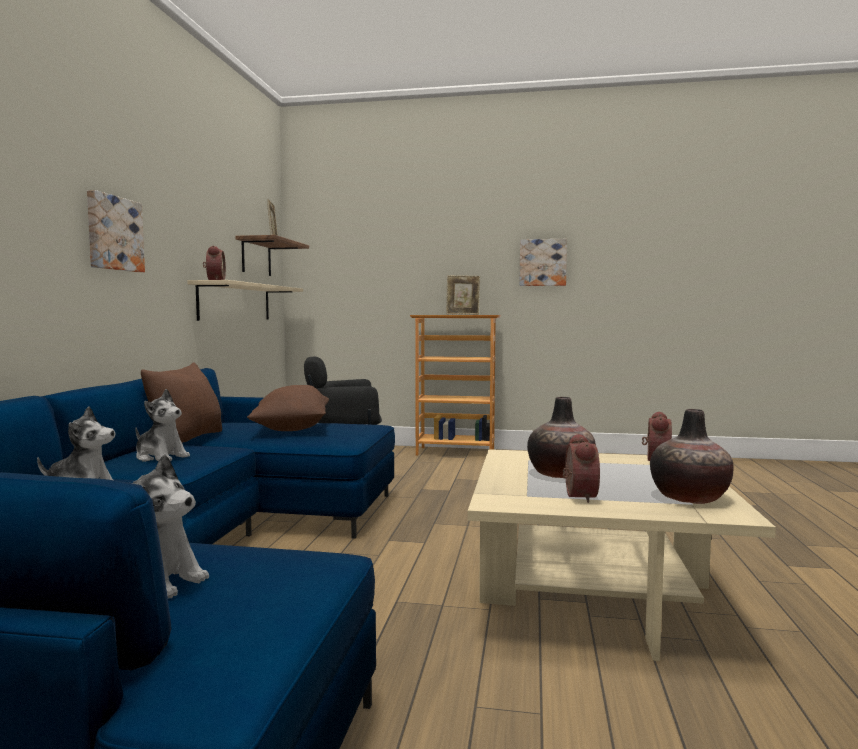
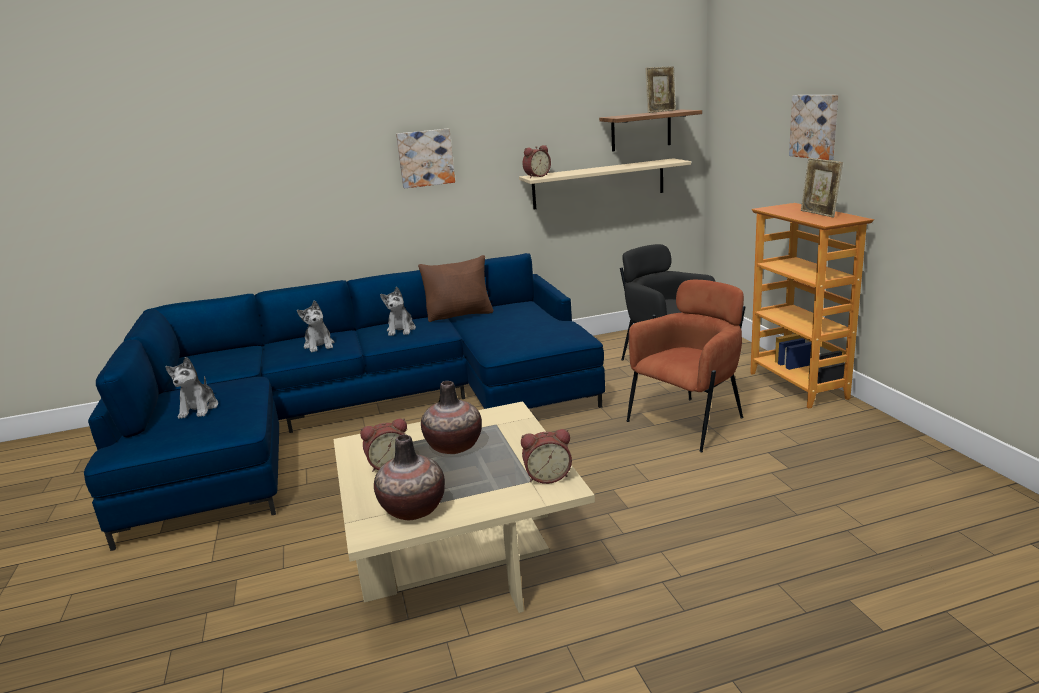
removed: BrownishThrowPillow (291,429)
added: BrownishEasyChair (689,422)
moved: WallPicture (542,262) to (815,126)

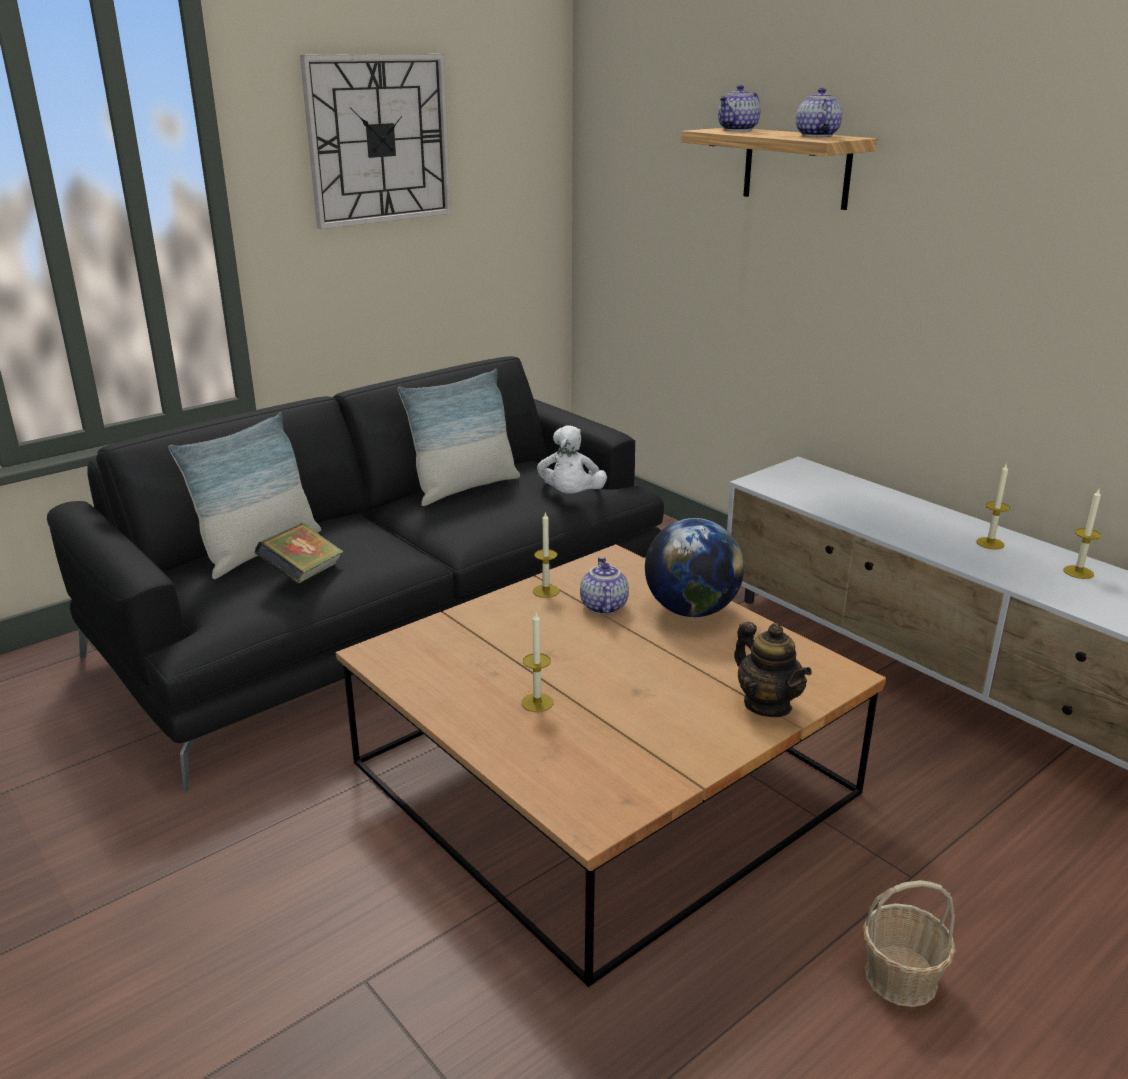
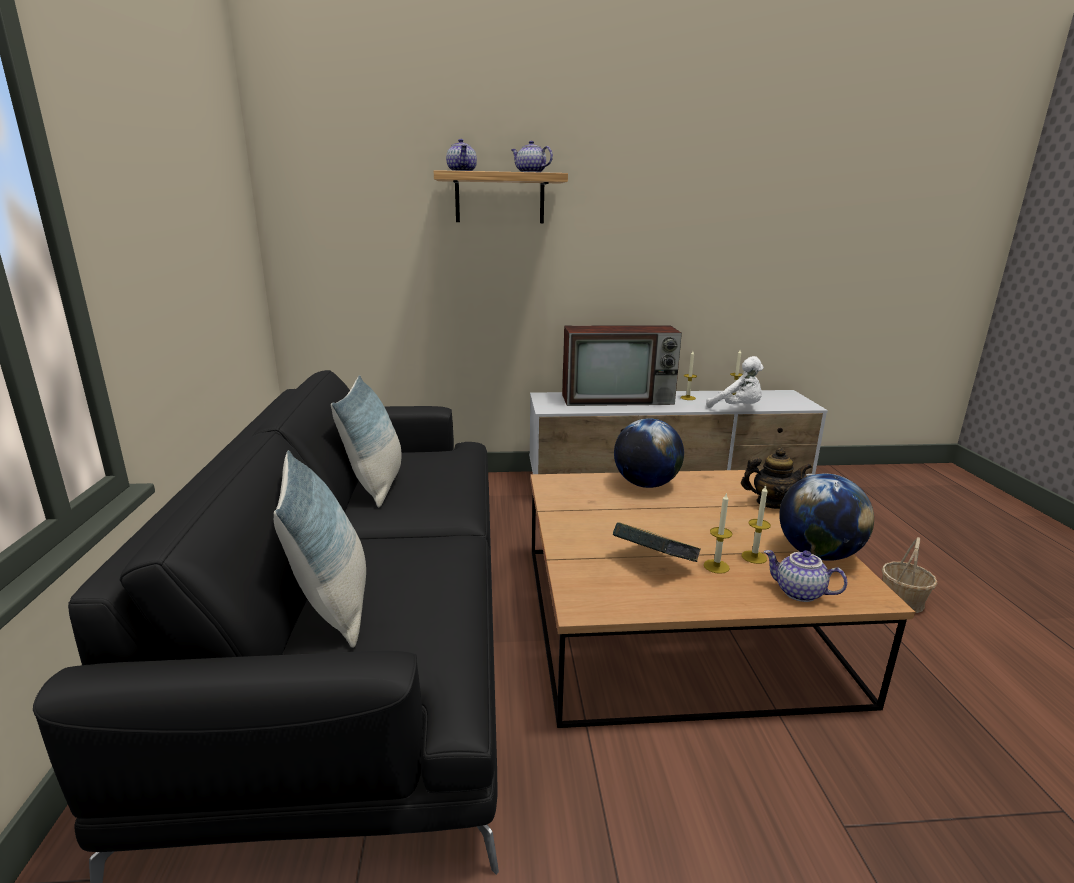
removed: HangingClock (379,140)
added: Tv (619,399); DeskGlobe (817,554)
moved: Book (303,575) to (654,563); WhitePlushToy (571,496) to (737,408); Candle (546,591) to (754,557); TeaPot (602,606) to (798,593)

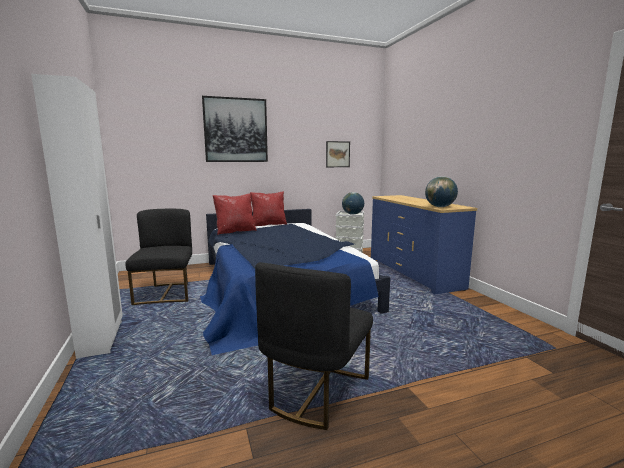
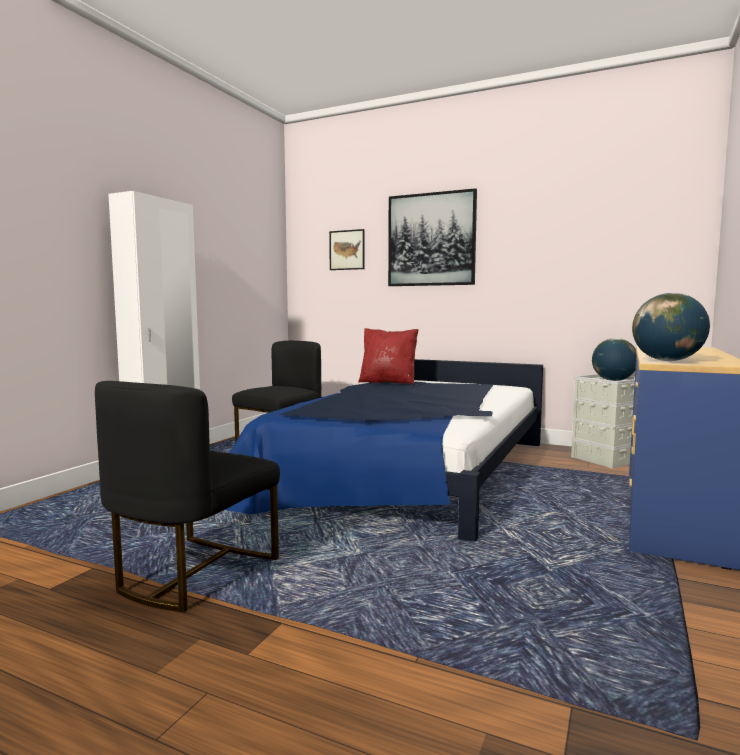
removed: RedColouredThrowPillow (268,224)
moved: WallPicture (337,154) to (347,250)
turned: BlackChair (315,392) = (193,573) 45 degrees counterclockwise

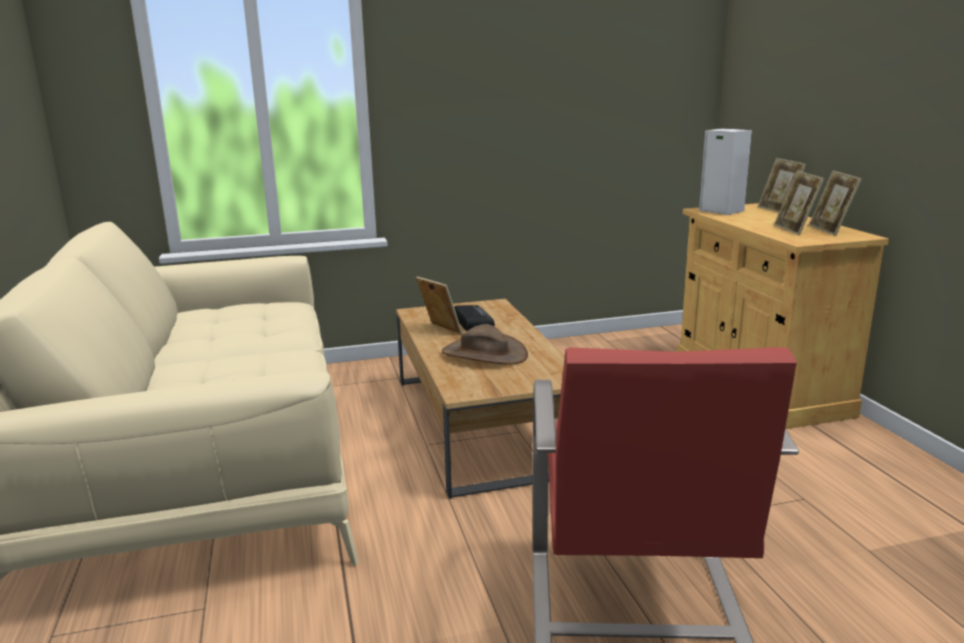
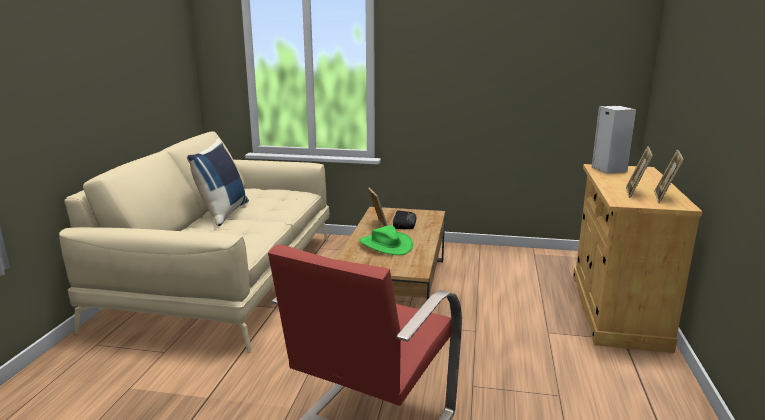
removed: PictureFrame (778,210)
added: BluishThrowPillow (222,213)
recoloured: BrownishWearableHat (484,354) to GreenWearableHat (385,245)

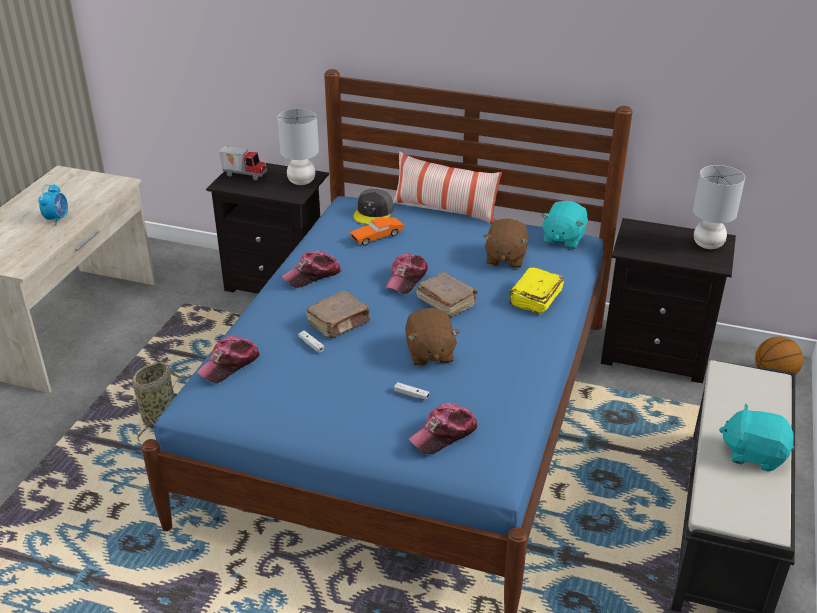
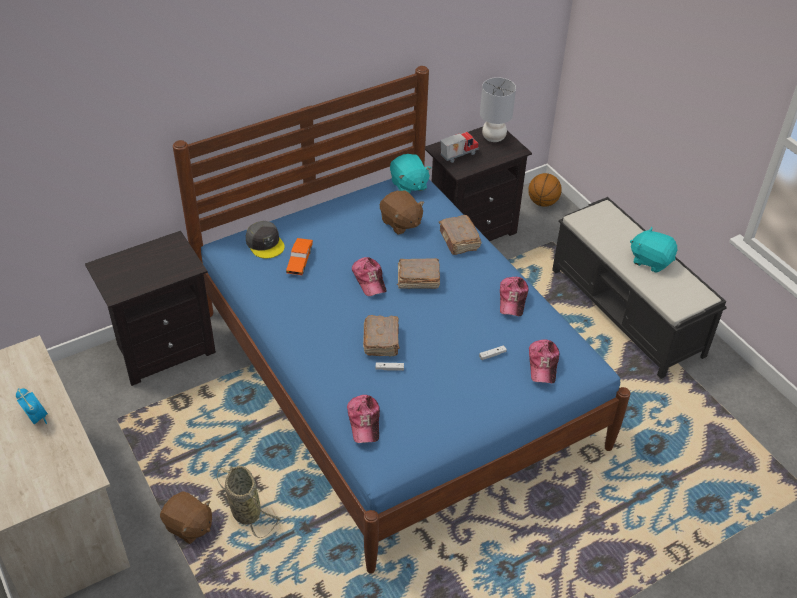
removed: GreyLampForATable (302,181); ThrowPillow (445,210)
moved: BrownishPlushToy (429,353) to (188,526); ModelTruck (244,174) to (458,155); BaseballCap (312,275) to (512,299)
recoloured: YellowBook (535,299) to BrownishBook (459,241)
turned: TurquoiseColouredPlushToy (753,454) = (651,260) 60 degrees clockwise

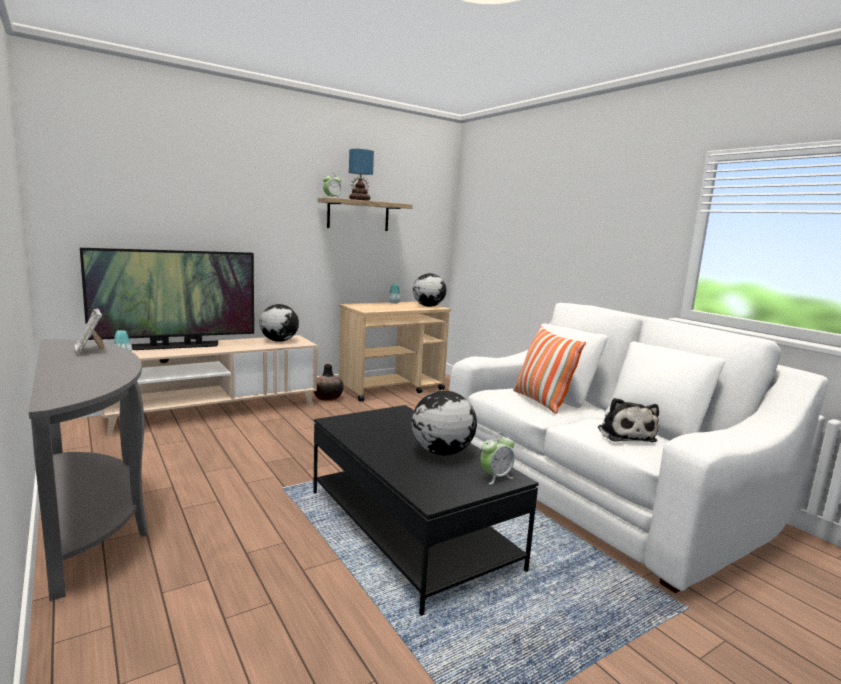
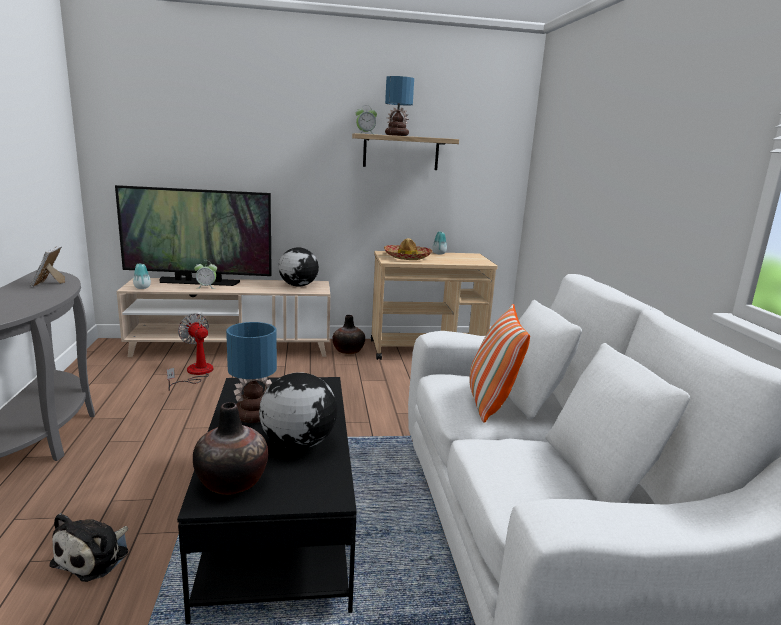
removed: DeskGlobe (428,306)
added: CoolingFan (195,373); DecorativeVase (232,482); LampForATable (252,415); WearableHat (407,257)
moved: PlushToy (625,434) to (95,556); AlarmClock (495,477) to (206,287)

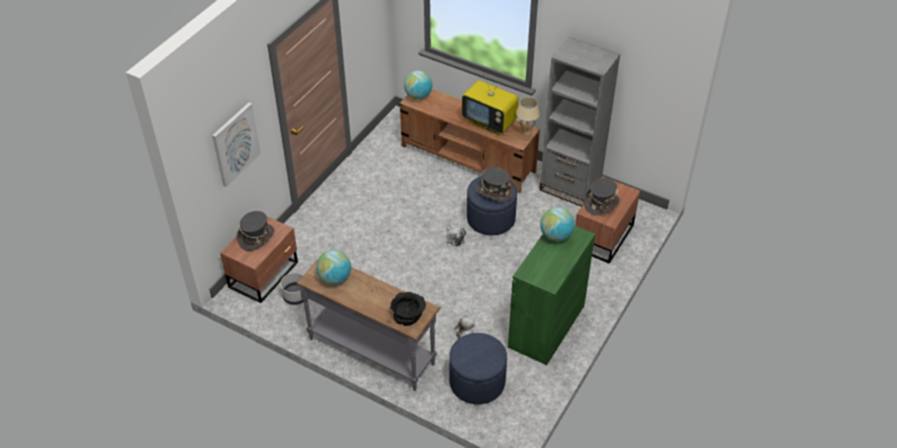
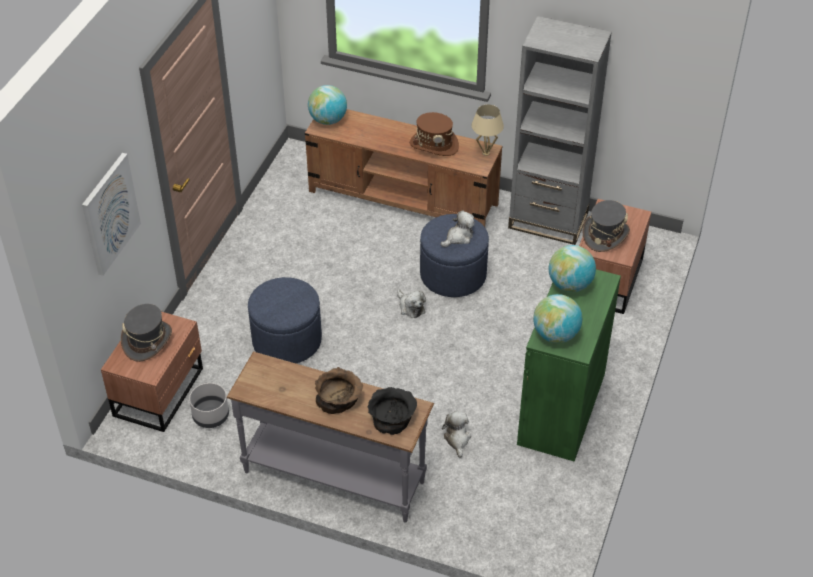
added: BrownishServingBowl (339,398)
moved: BluishPouffe (477,382) to (287,340); DeskGlobe (335,278) to (556,334)
replaced: Tv (490,122) to BrownishWearableHat (434,145); GreyWearableHat (494,192) to PlushToy (458,237)

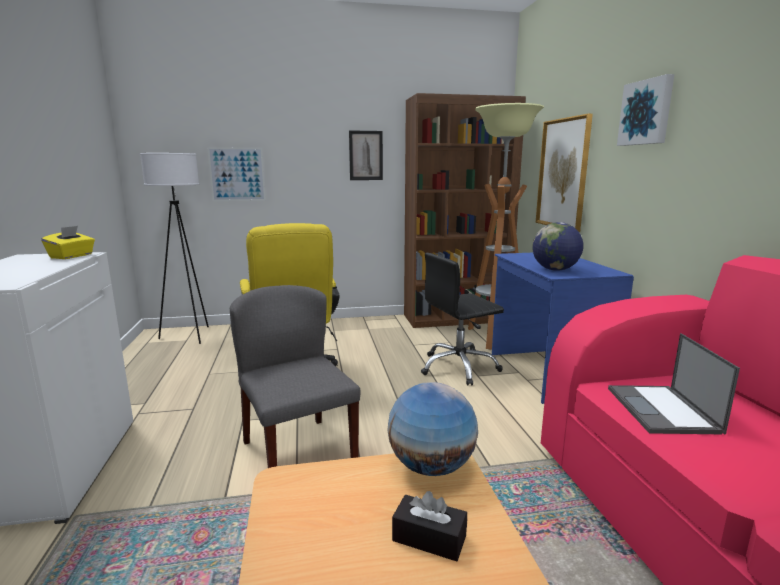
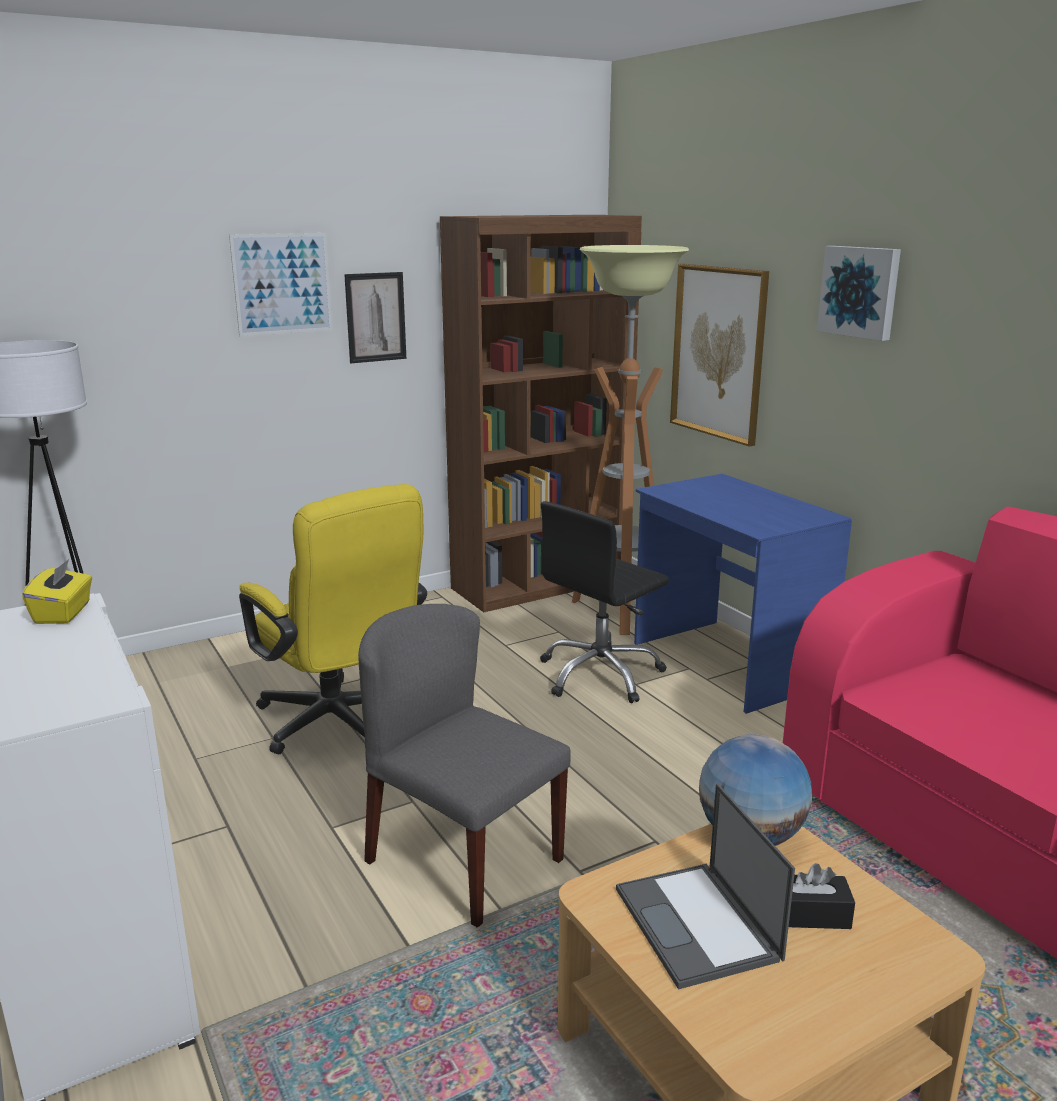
removed: DeskGlobe (555,270)
moved: WallPicture (237,174) to (282,284); Laptop (663,410) to (698,925)

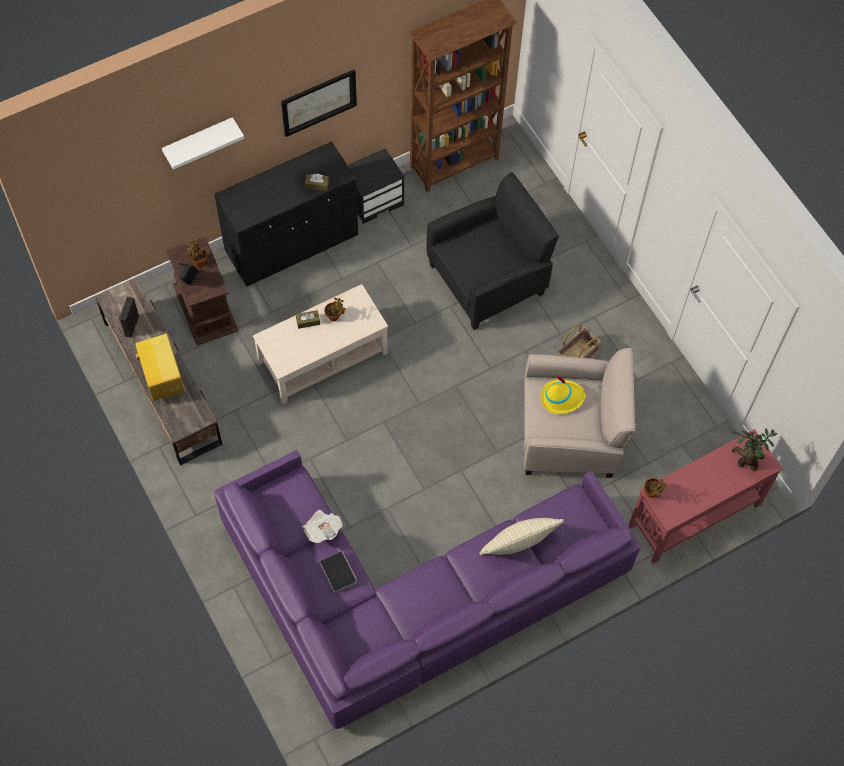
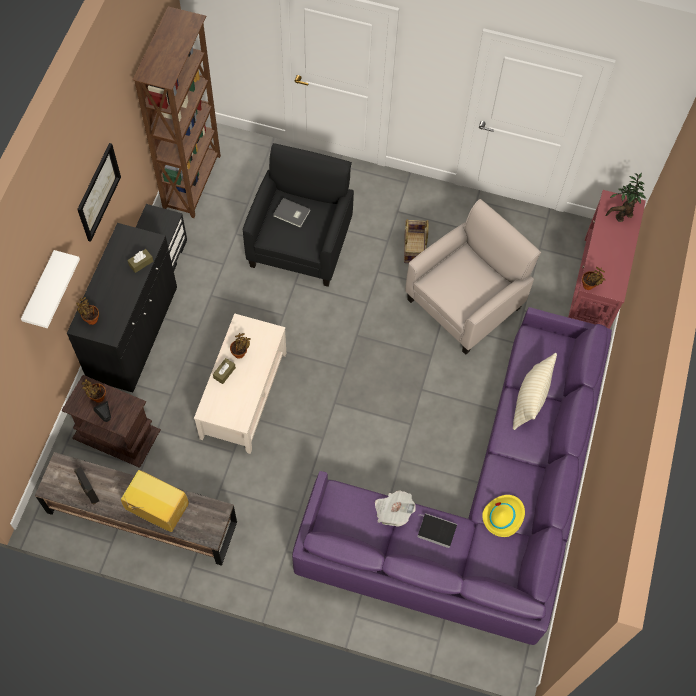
added: PlantInAPot (91,319); GreyBook (292,214)
moved: YellowWearableHat (562,398) to (503,516)

